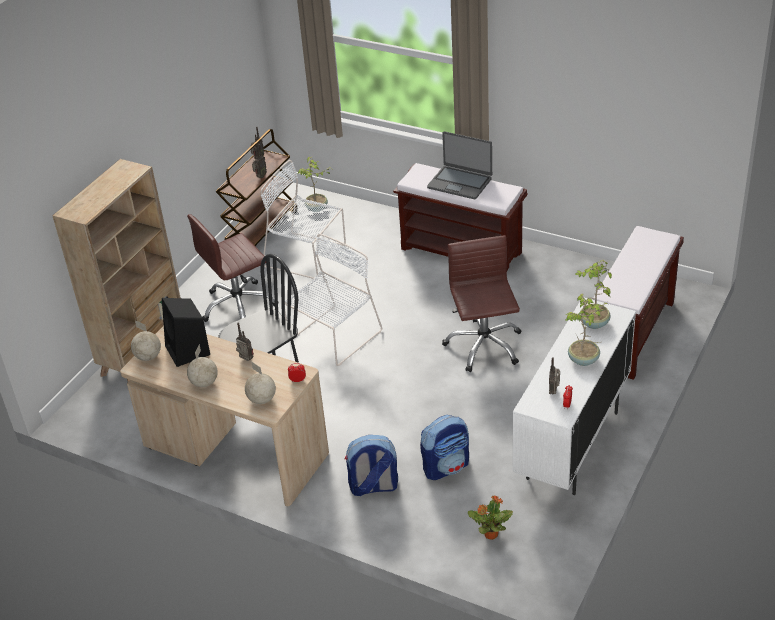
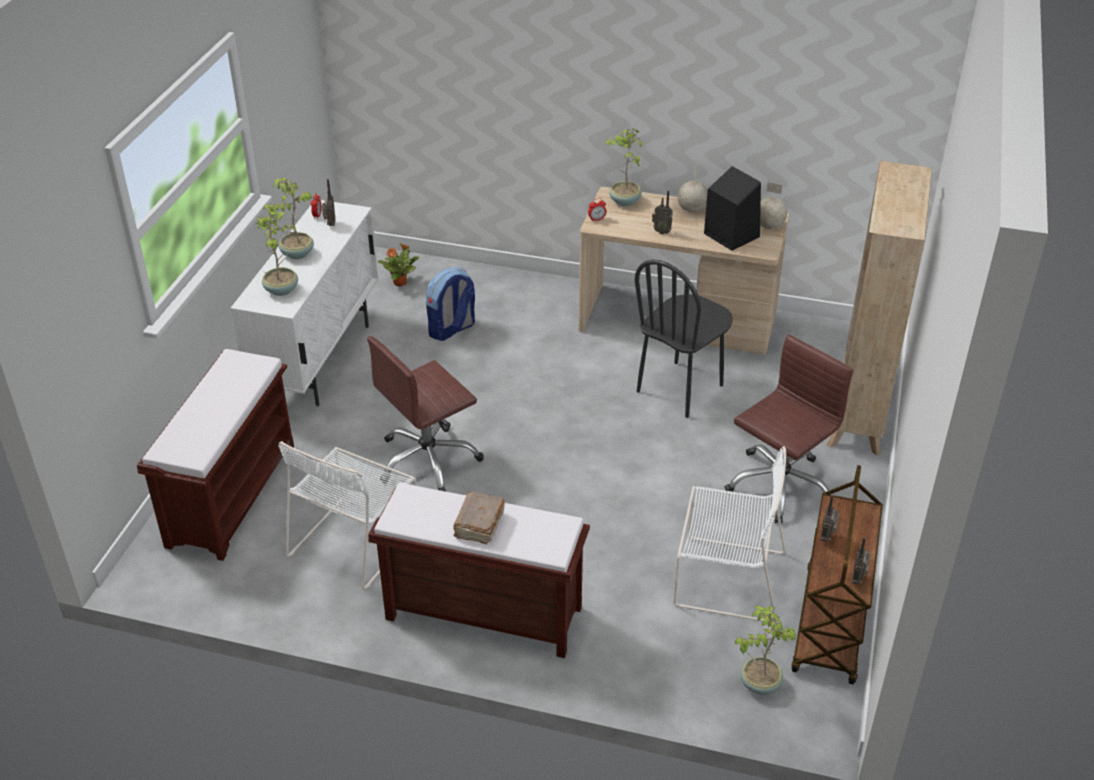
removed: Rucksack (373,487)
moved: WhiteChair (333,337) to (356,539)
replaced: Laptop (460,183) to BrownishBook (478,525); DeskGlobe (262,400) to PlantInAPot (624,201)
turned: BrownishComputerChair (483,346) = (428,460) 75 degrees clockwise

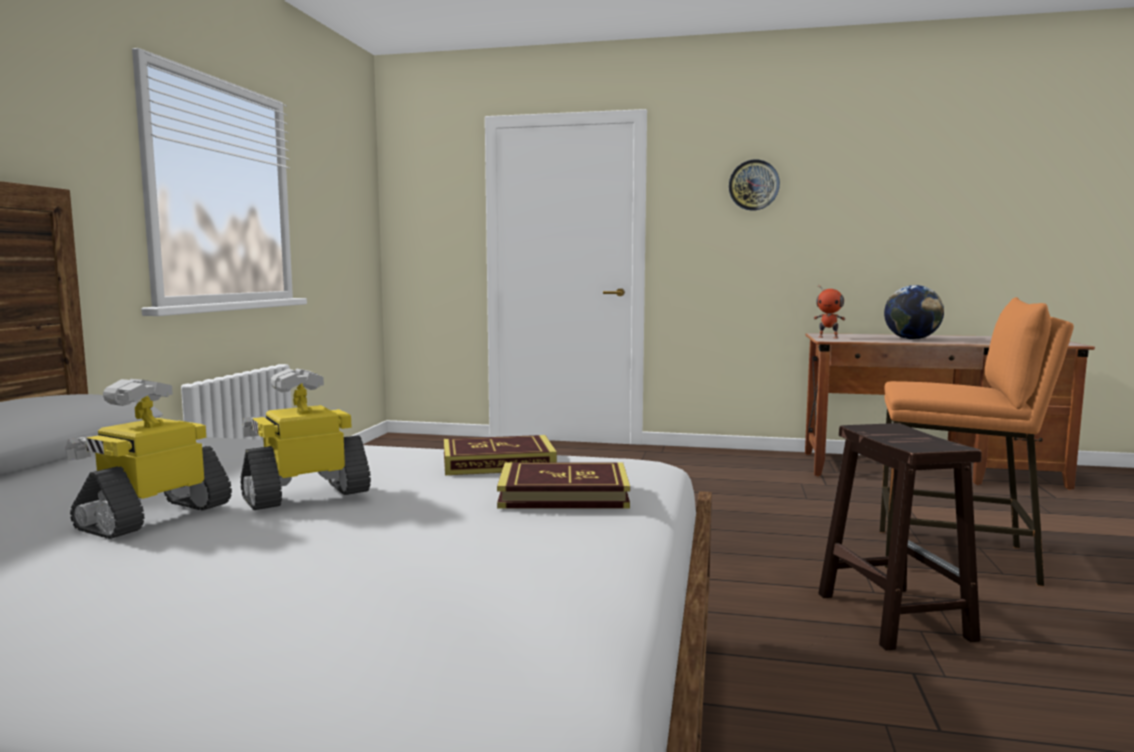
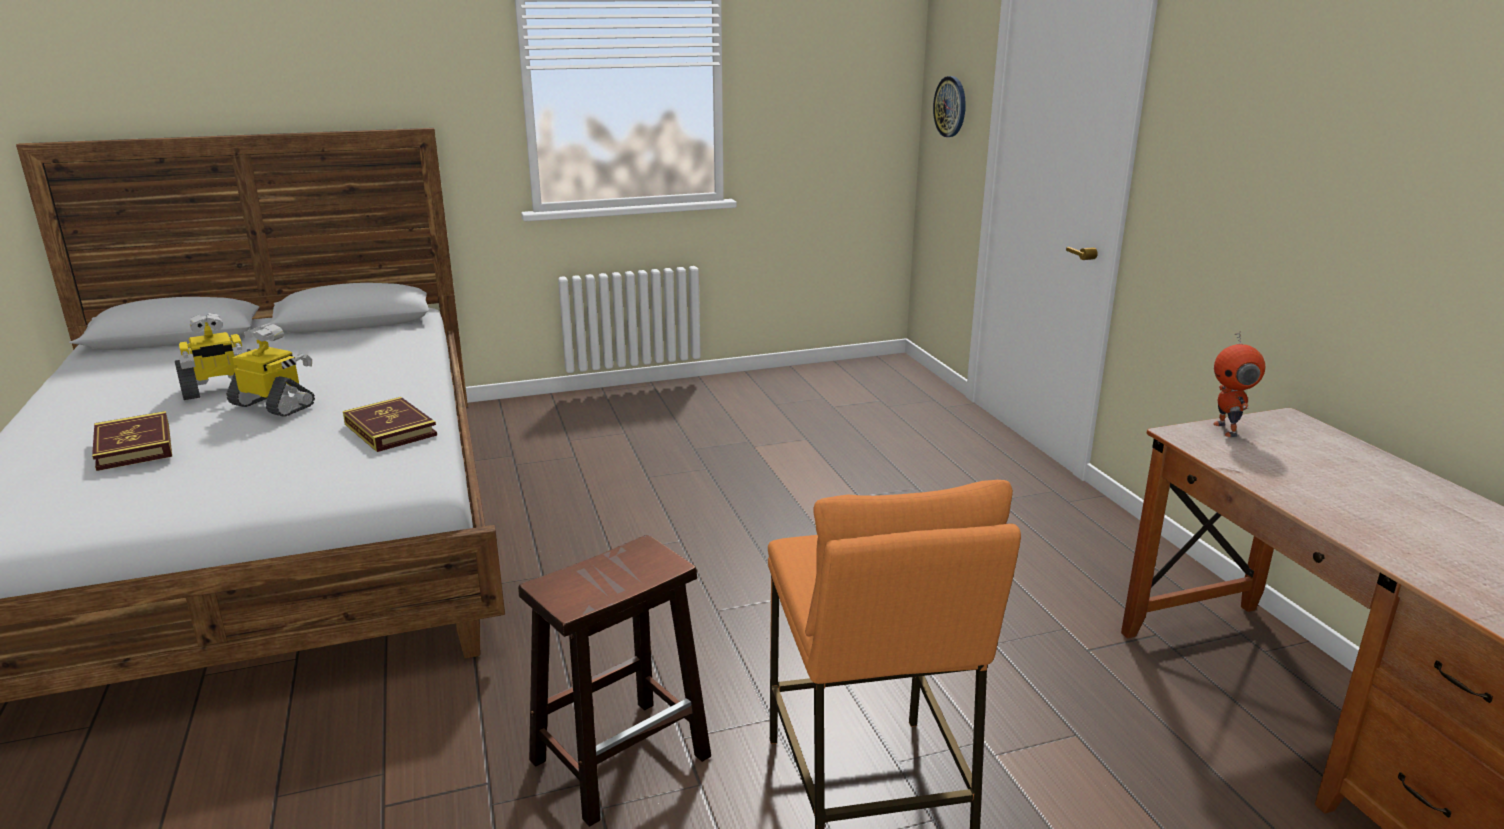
removed: DeskGlobe (912,339)
moved: Book (563,494) to (134,446); HangingClock (753,185) to (950,106)
turned: ToyRobot (154,516) = (220,389) 150 degrees clockwise

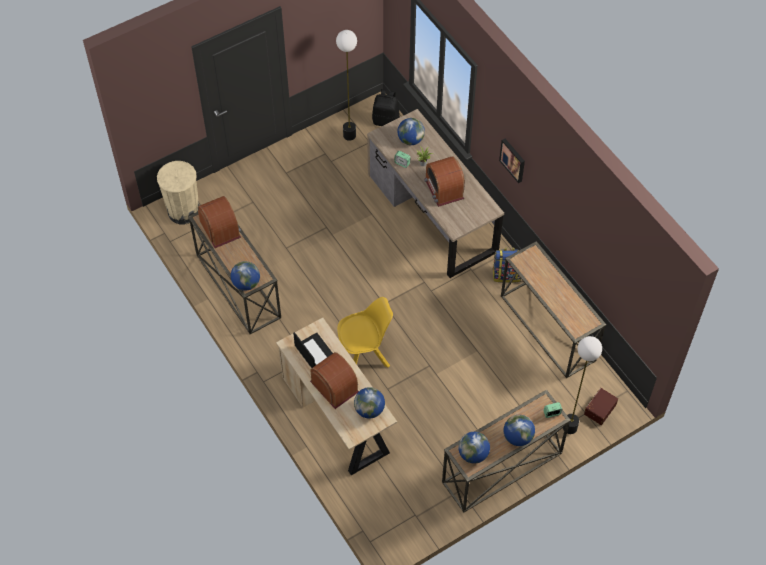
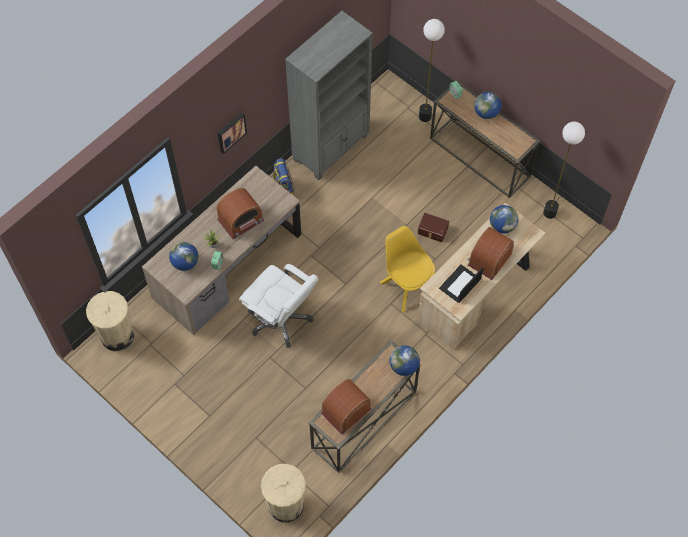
removed: DeskGlobe (473,454)
added: WhiteComputerChair (281,319)
moved: BrownishStorageBin (599,409) to (432,231); StandingLamp (349,135) to (549,212)
replaced: BlackRucksack (386,120) to SandColouredRubbishBin (117,335); HallTable (548,328) to GreyBookshelf (331,148)

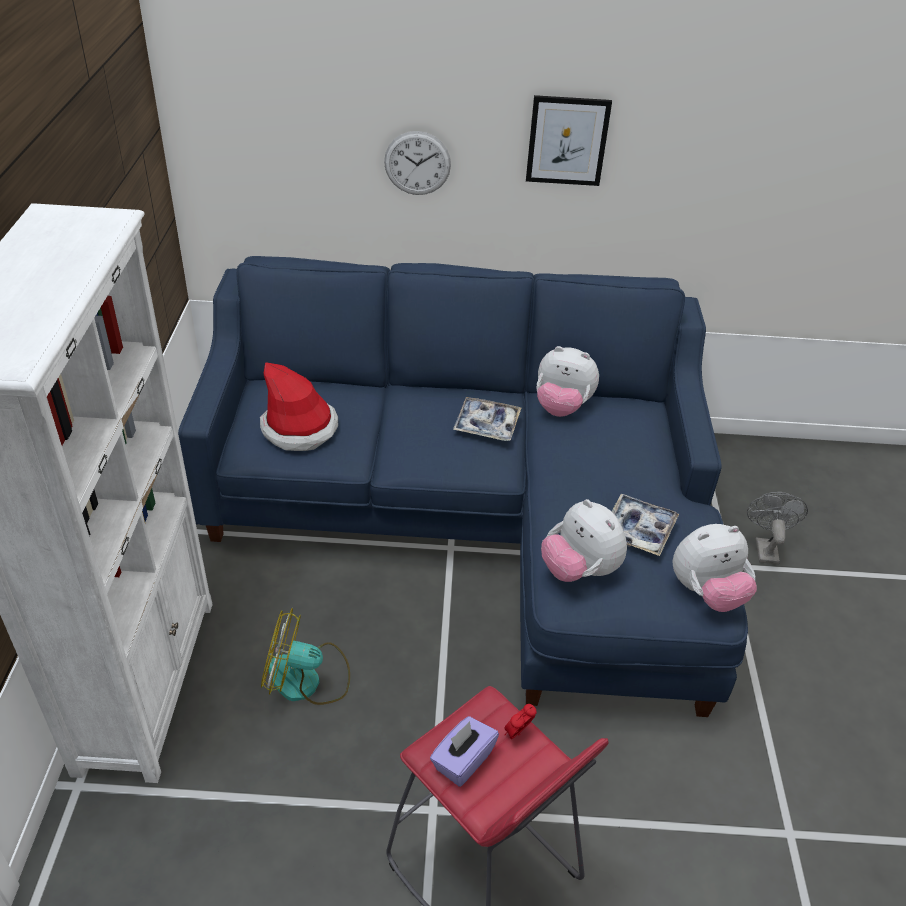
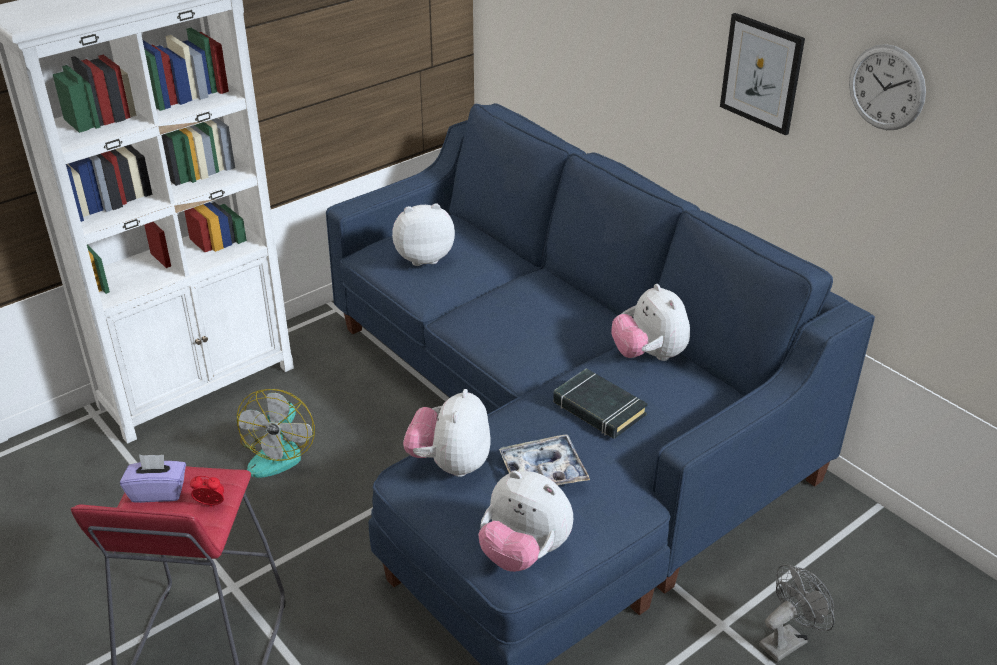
removed: ServingTray (486,425)
added: BlackBook (598,409)
moved: HangingClock (417,163) to (886,87)
replaced: WearableHat (300,428) to PlushToy (423,257)
turned: CoolingFan (307,680) = (279,452) 135 degrees counterclockwise

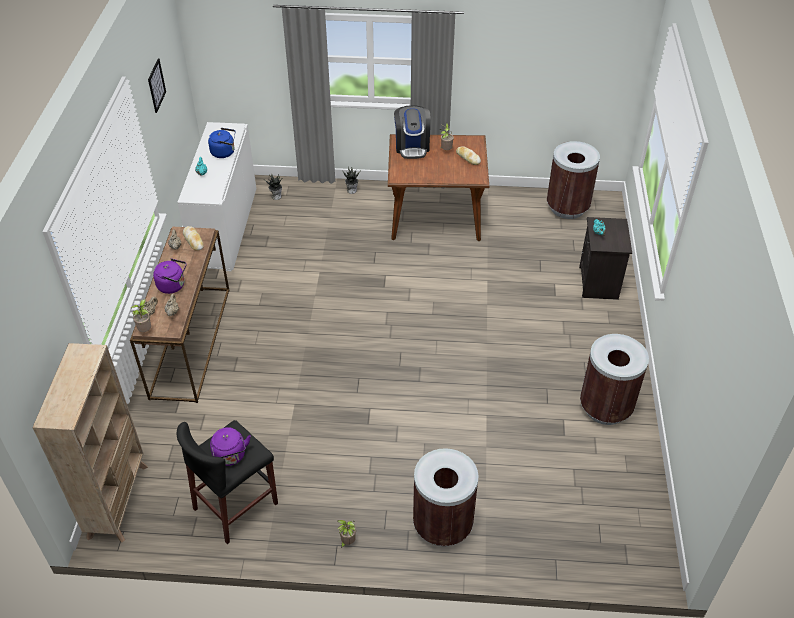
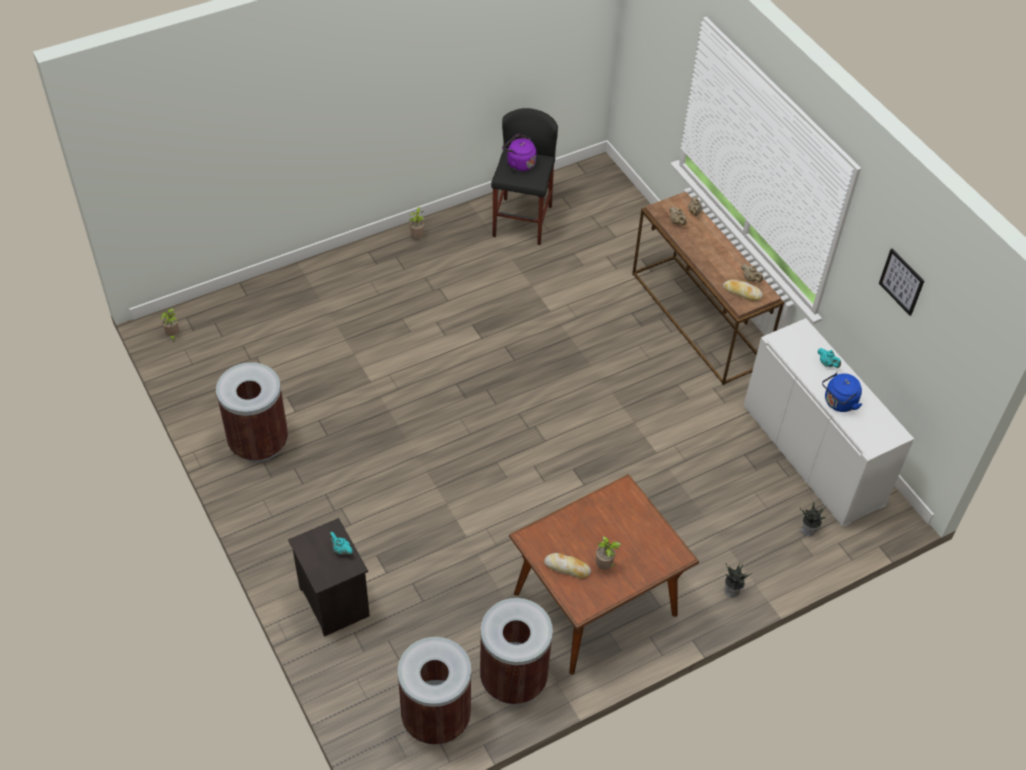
removed: SandColouredBookshelf (118,500); PurpleColouredKettle (173,286); CoffeeMaker (412,146)
moved: PlantInAPot (146,330) to (172,335); BrownishRubbishBin (442,525) to (513,678)

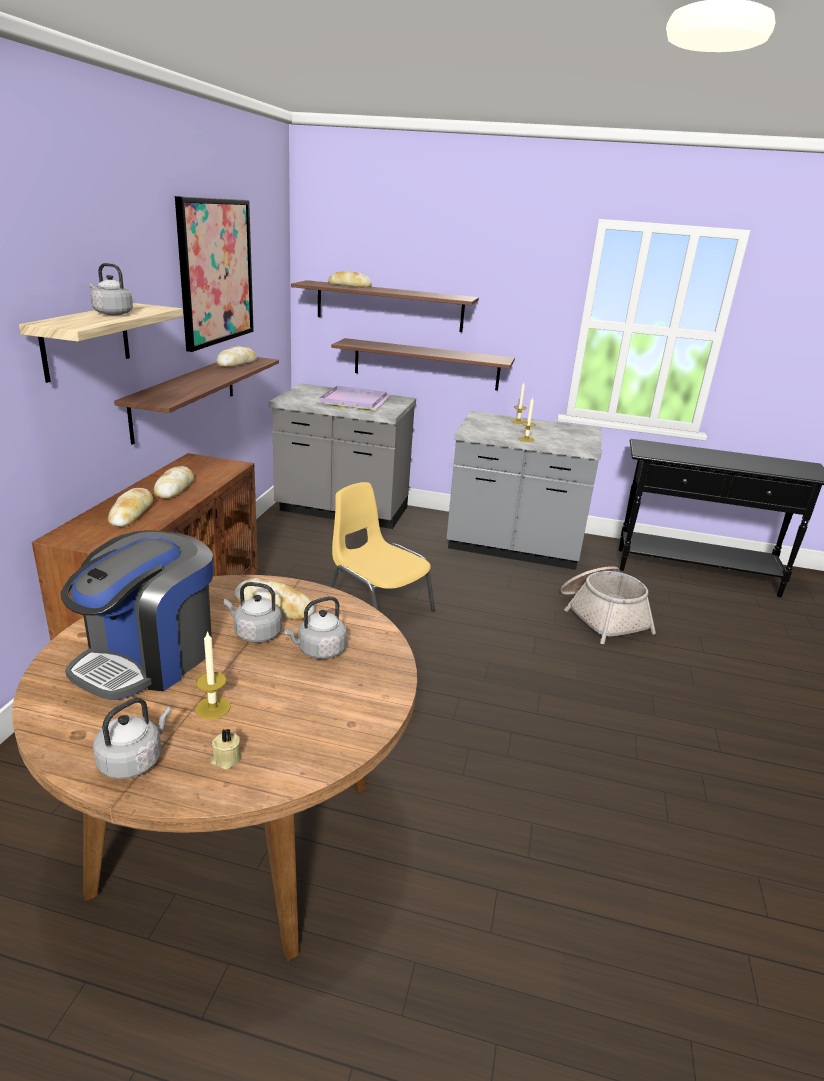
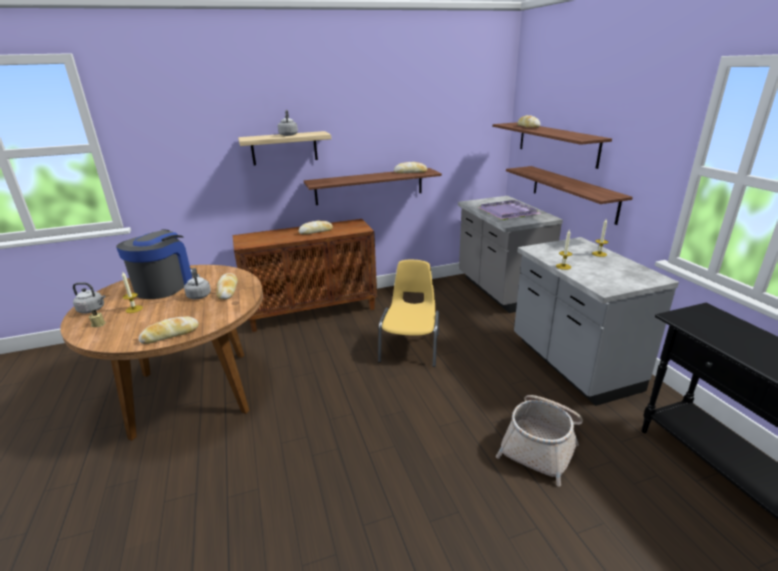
removed: WallPicture (216,272); GreyKettle (319,651)
moved: Bread (131,513) to (170,335)
turned: CoffeeMaker (148,658) = (165,286) 105 degrees clockwise

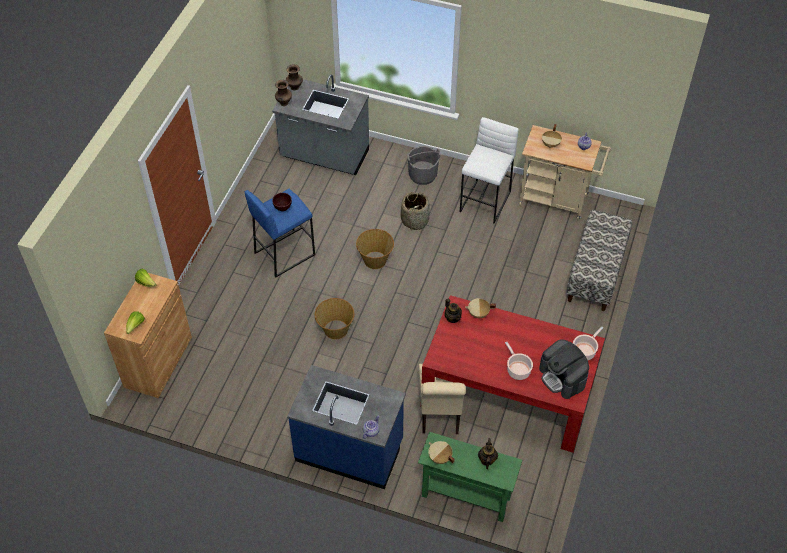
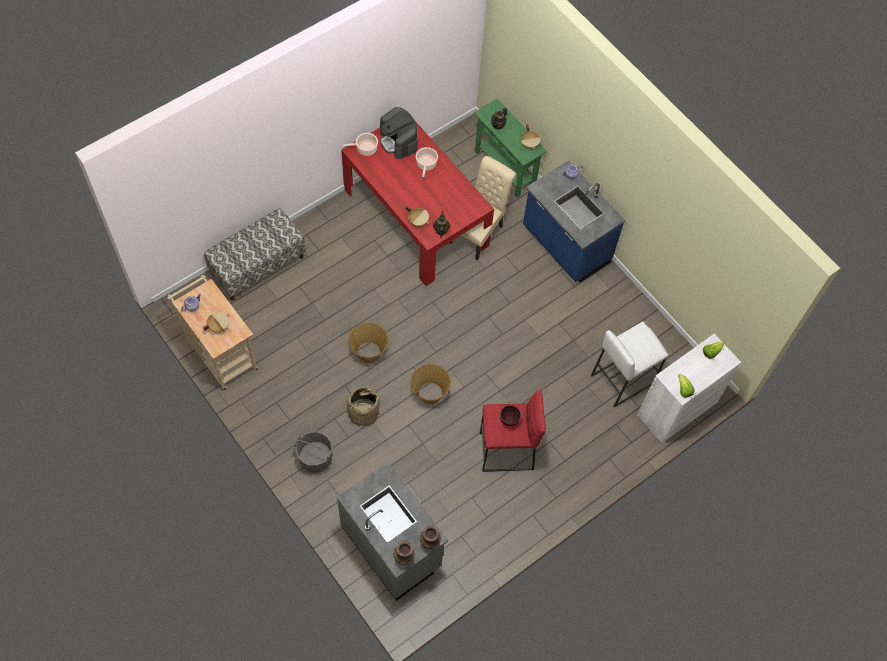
moved: StorageBasket (335,330) to (369,352); WhiteStool (485,202) to (622,379)
recoloured: BluishStool (284,253) to RedColouredStool (506,451); BrownishCupboard (158,362) to WhiteCupboard (677,408)
turned: CoffeeMaker (562,377) = (399,141) 150 degrees clockwise

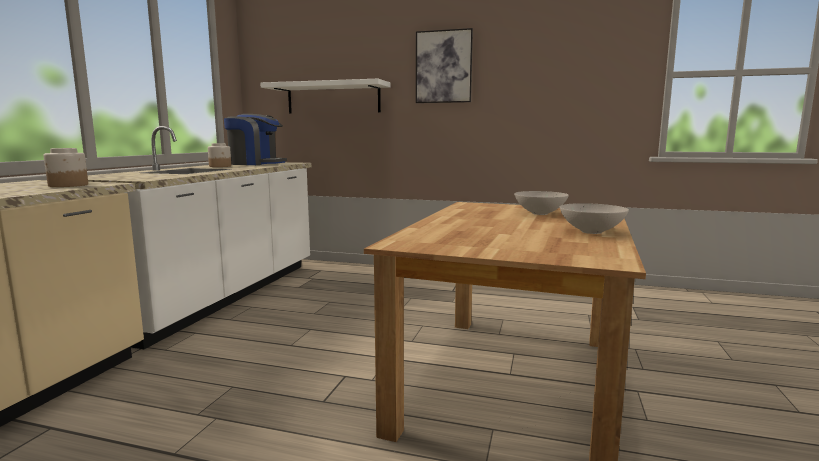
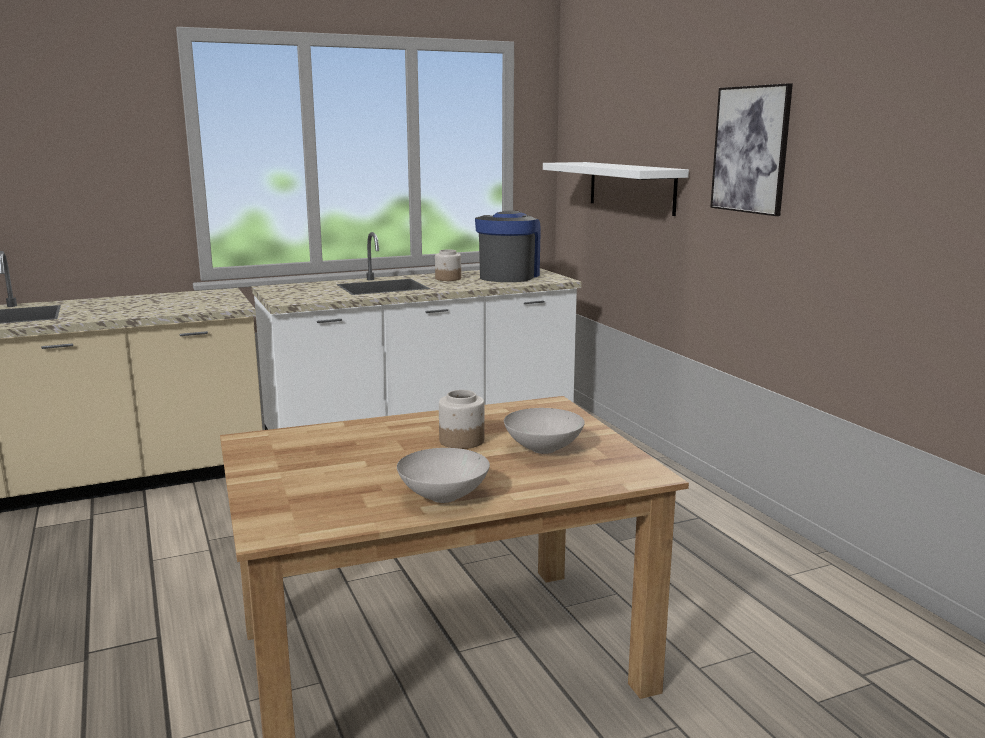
moved: StorageJar (68,185) to (461,441)
turned: CoffeeMaker (256,163) = (508,276) 135 degrees counterclockwise

